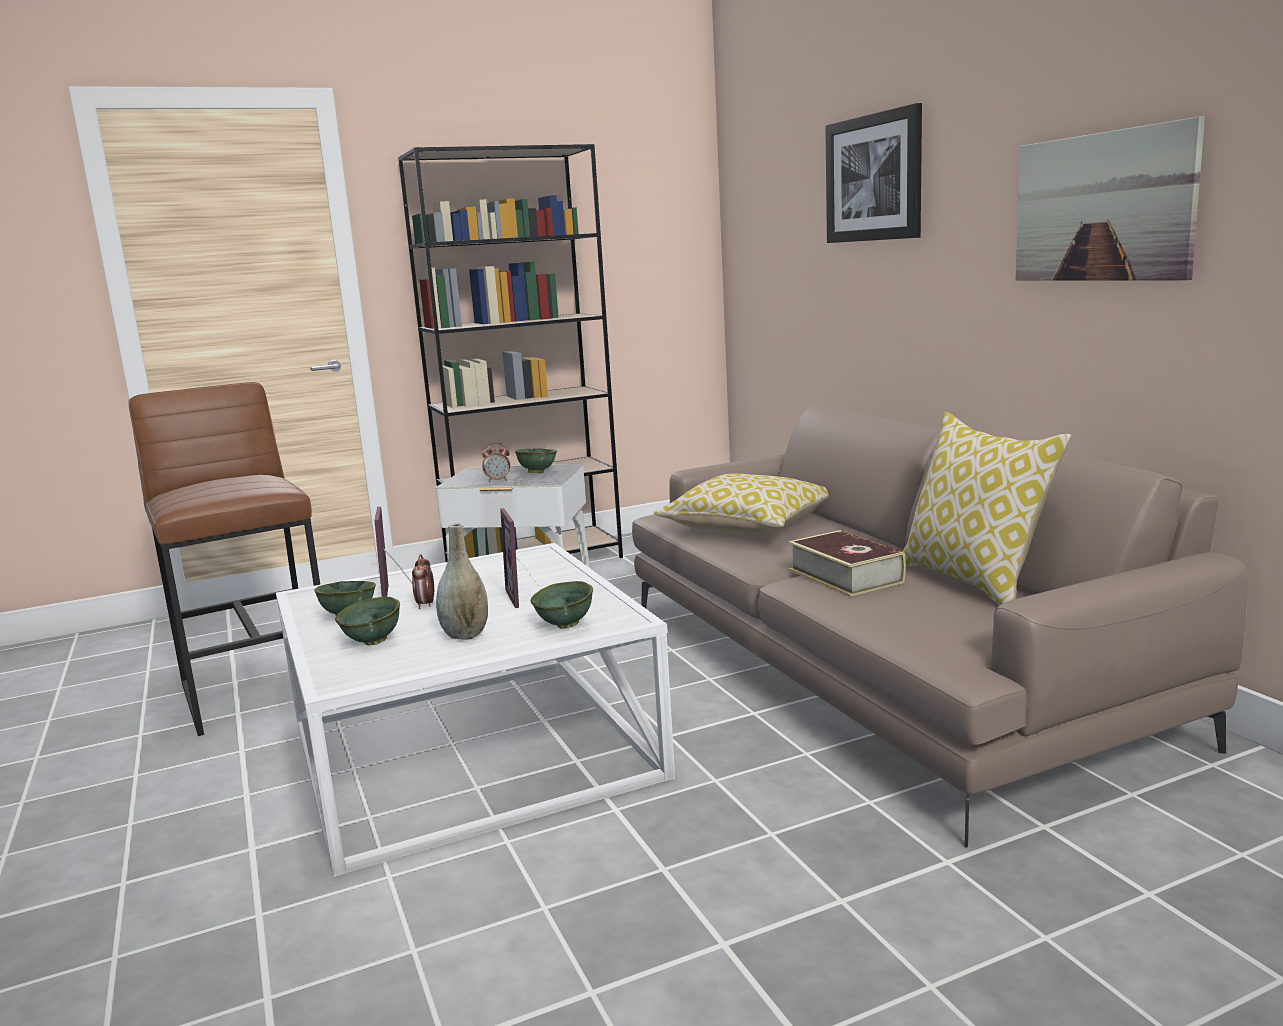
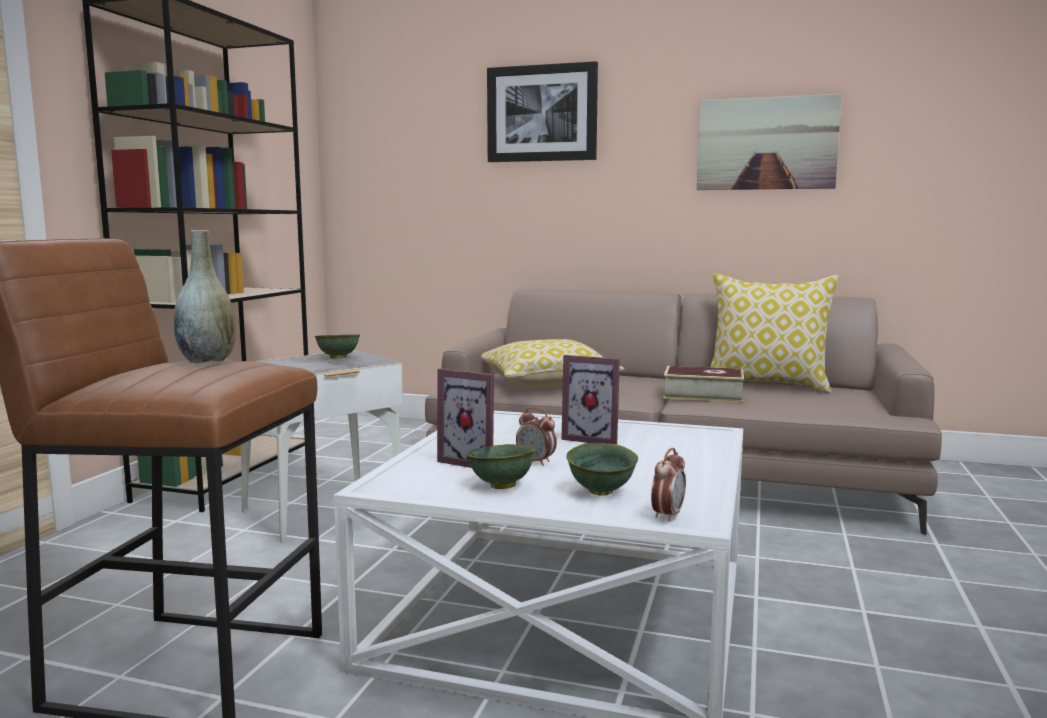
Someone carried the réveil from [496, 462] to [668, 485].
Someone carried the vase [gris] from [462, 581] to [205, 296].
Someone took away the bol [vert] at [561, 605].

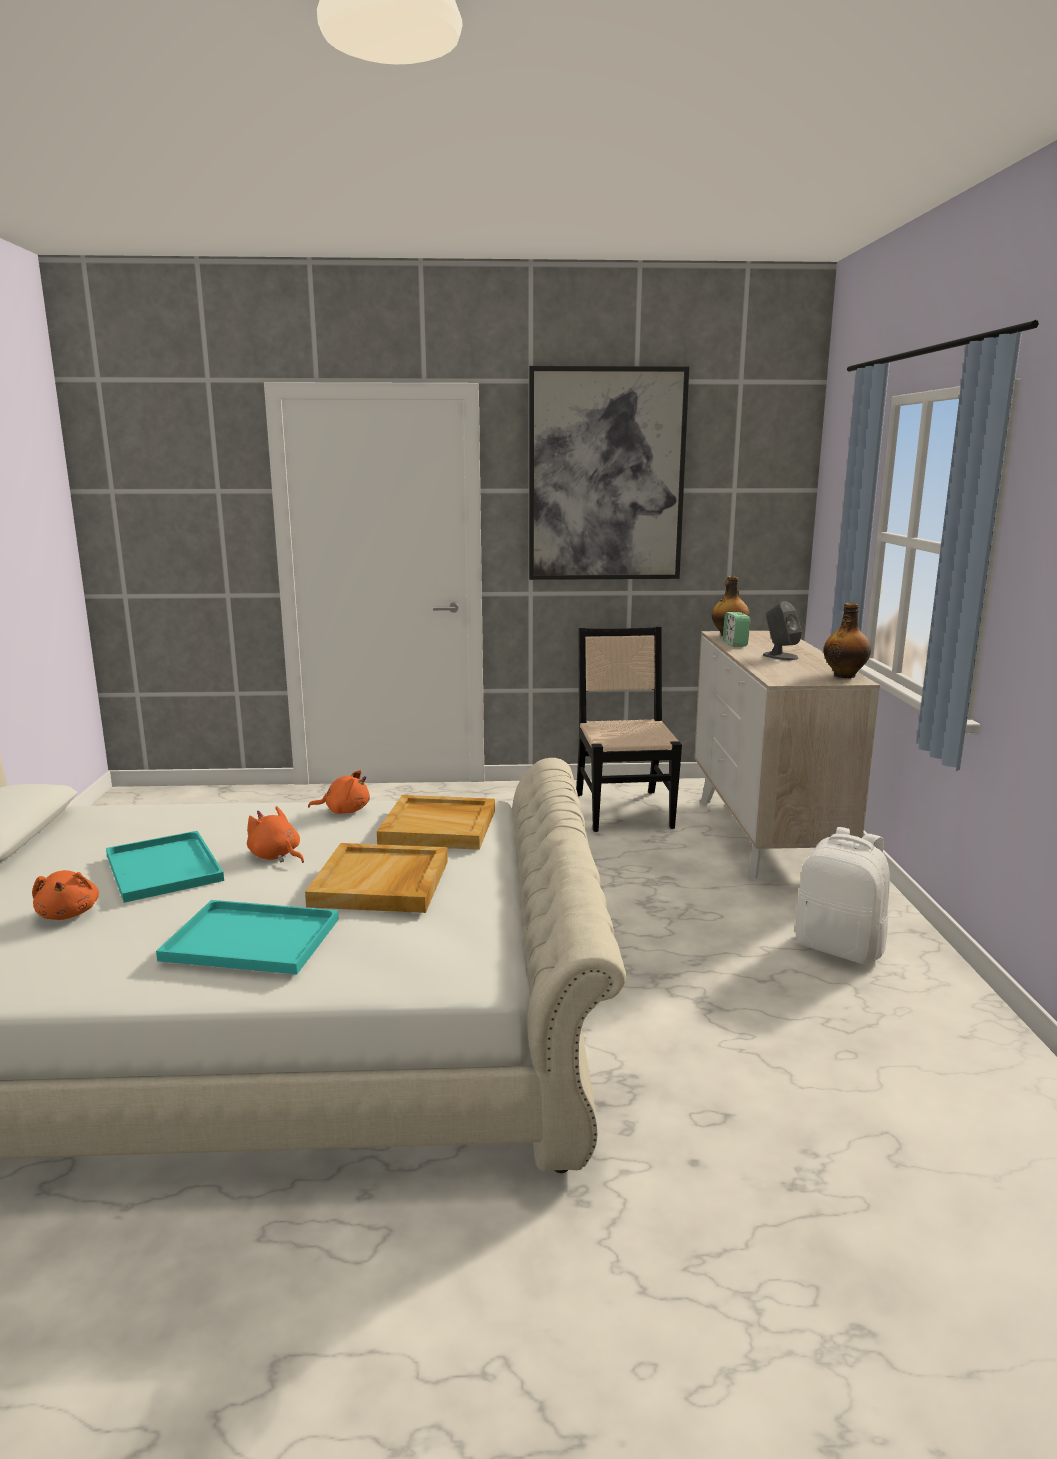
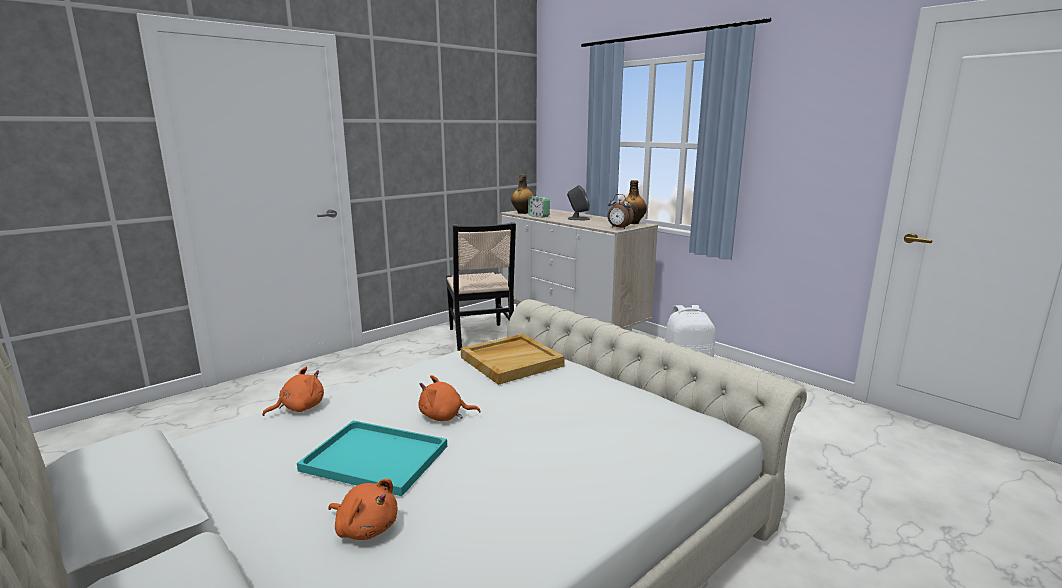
Someone took away the tableau at [609, 473].
Someone rotated the chaise at [629, 729] by 150 degrees counterclockwise.
Someone carried the peluche [orange] from [339, 792] to [293, 391].
Someone took away the plateau [beige] at [376, 878].
Someone took away the plateau [turquoise] at [247, 937].
Someone put down the réveil at [620, 211].

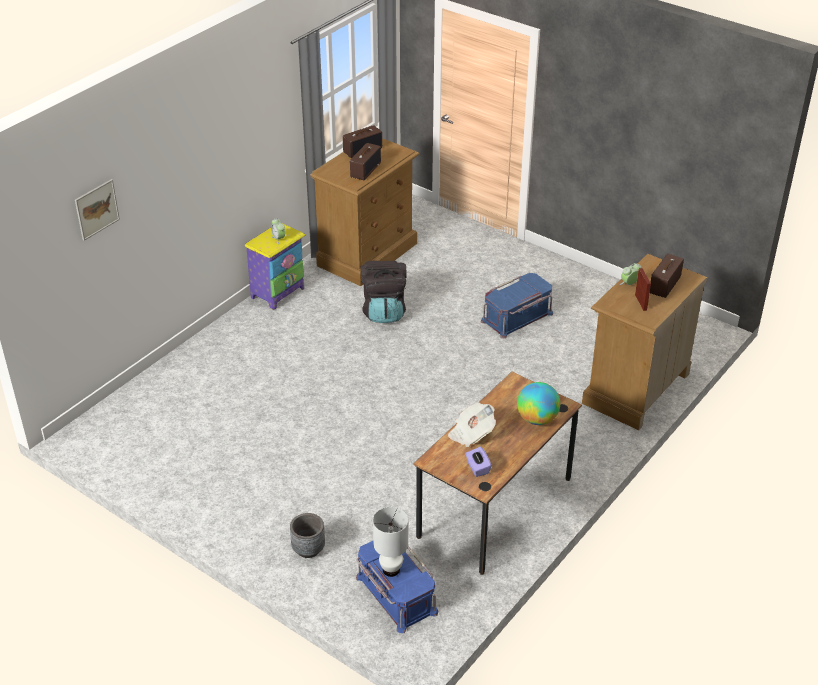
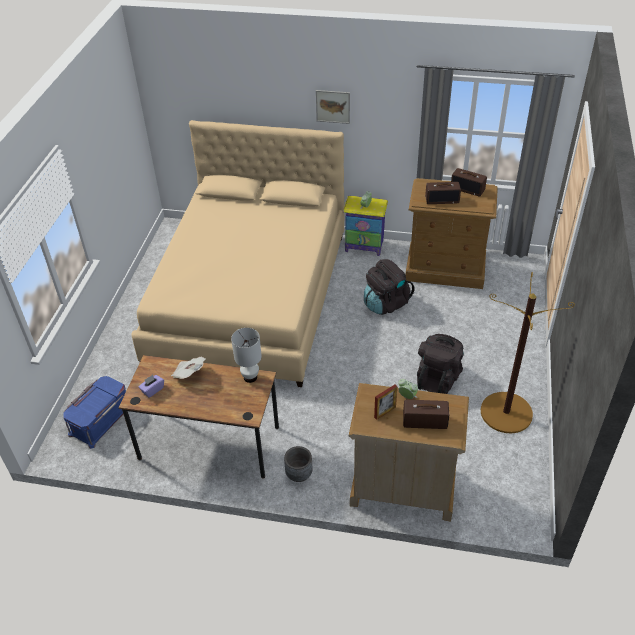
Someone carried the tableau from [97, 210] to [333, 107].
Someone swapped the boîte de rangement [bleu] at [517, 305] for the sac à dos [noir] at [440, 364].
Someone took away the globe at [538, 403].
Someone carried the lampe de table [blanc] from [390, 542] to [246, 355].
Someone carried the cache-pot [gris] from [307, 535] to [298, 464].
Someone put down the lit [beige] at [237, 253].
Someone put down the portant [marron] at [528, 352].

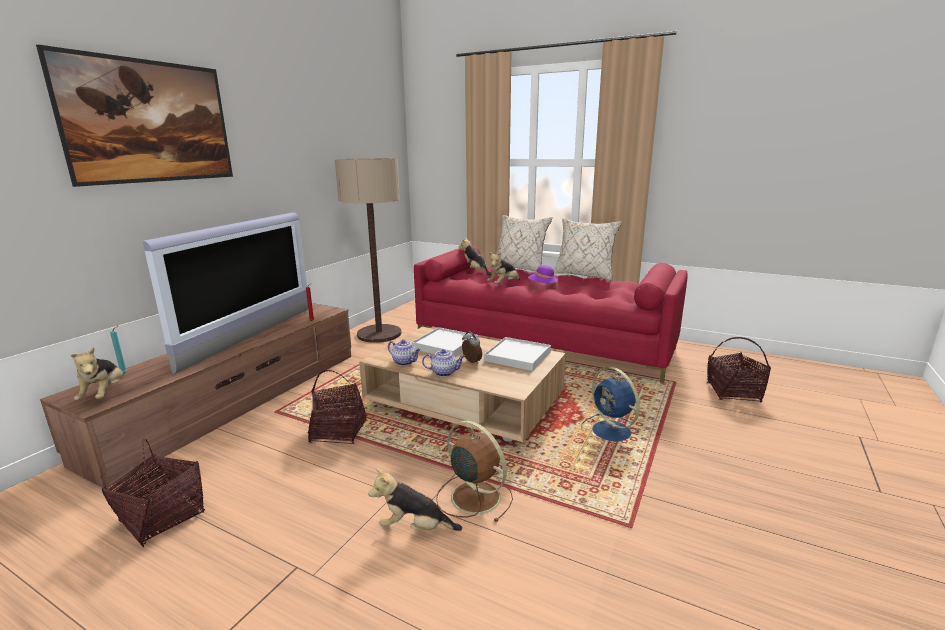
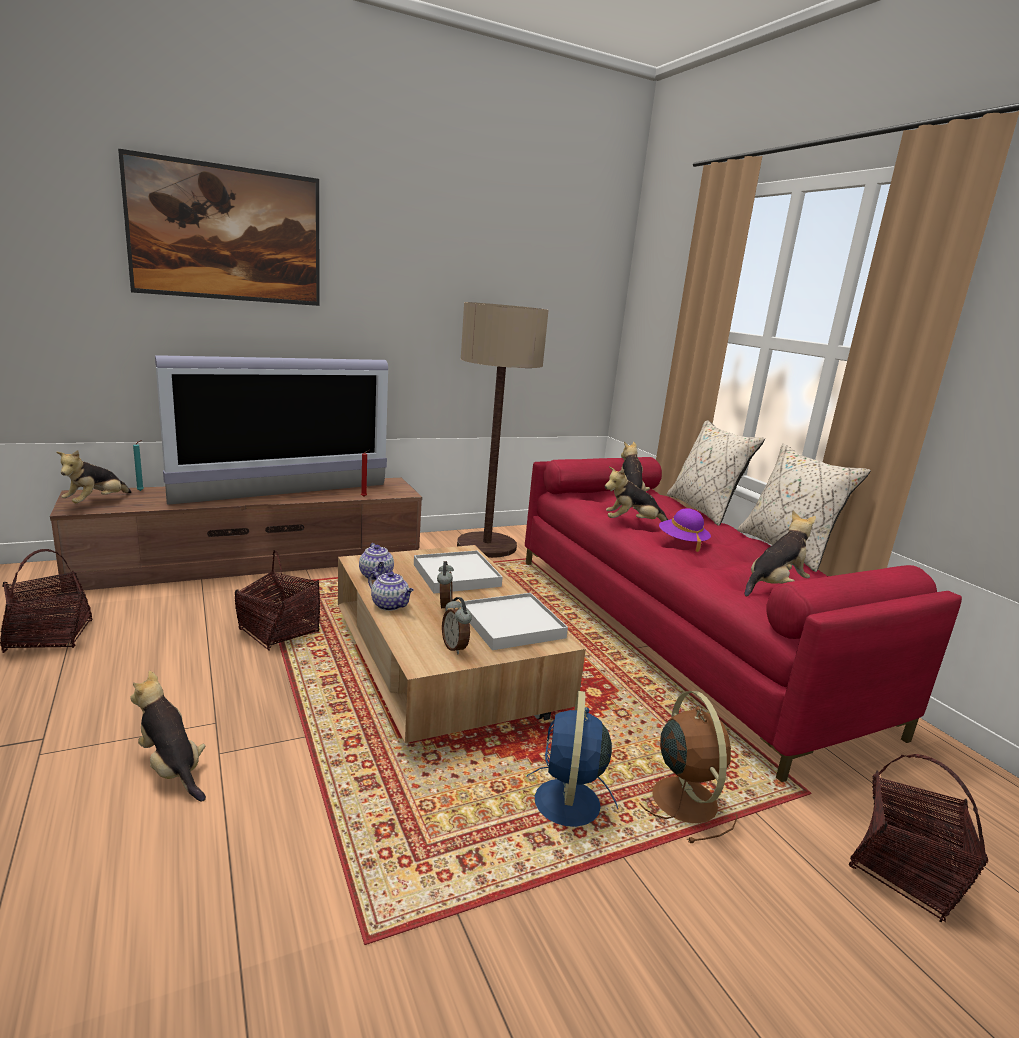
Someone carried the ventilateur [marron] from [474, 471] to [688, 767].
Someone put down the peluche at [780, 554].
Someone put down the réveil at [457, 626].

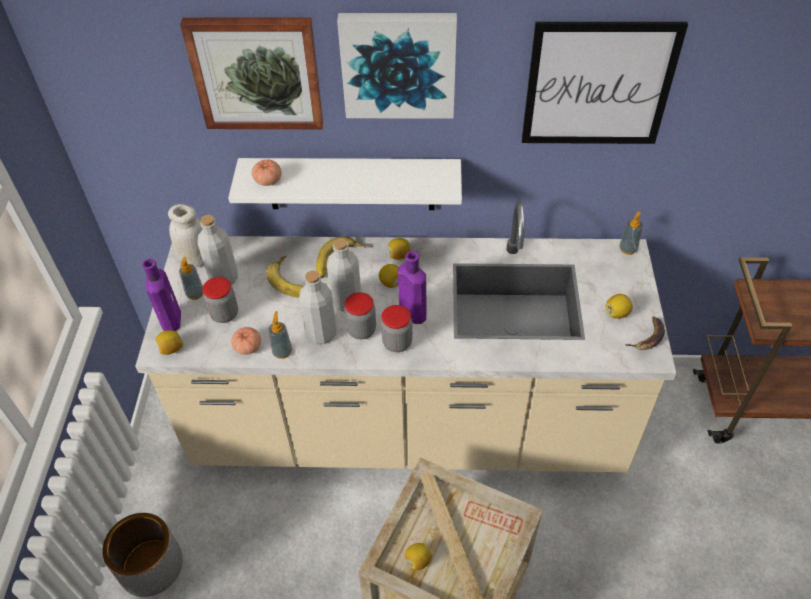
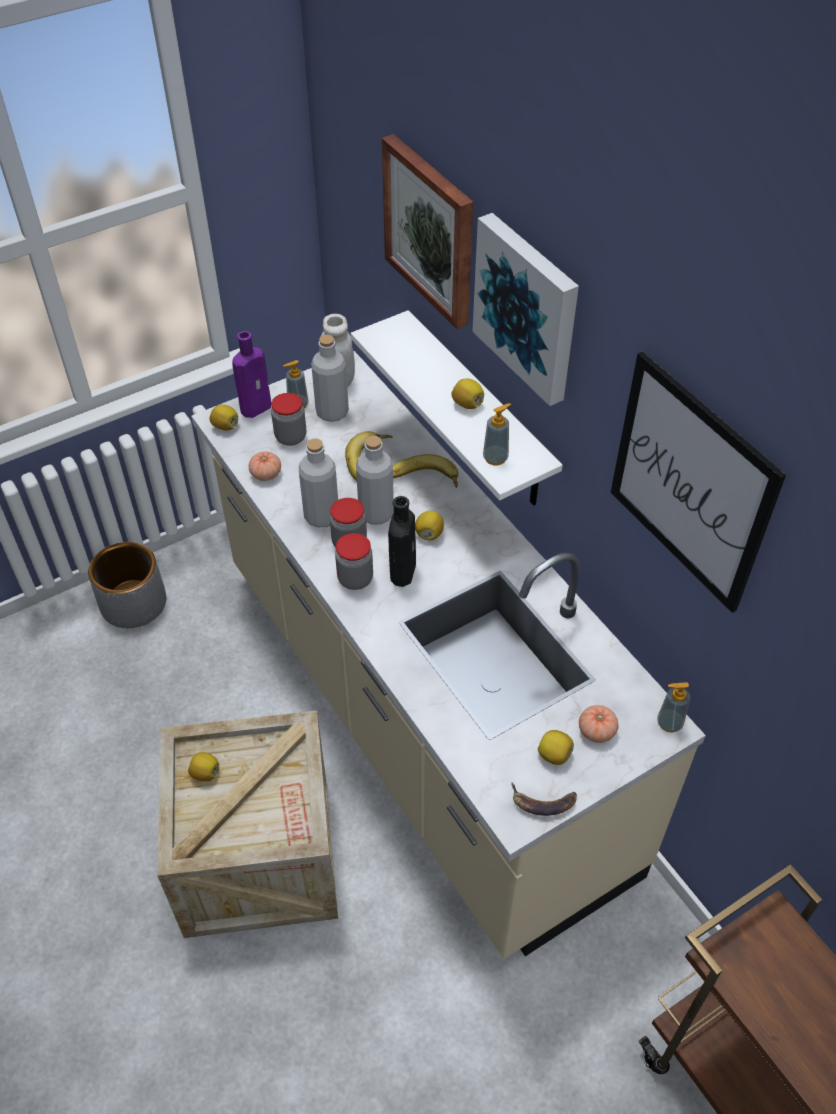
Someone carried the tomate from [267, 172] to [599, 724].
Someone carried the citron from [400, 249] to [468, 393].
Someone repainted the bouteille [violet] at [412, 287], which became the bouteille [noir] at [402, 541].
Someone carried the distributeur de savon from [280, 335] to [497, 434].

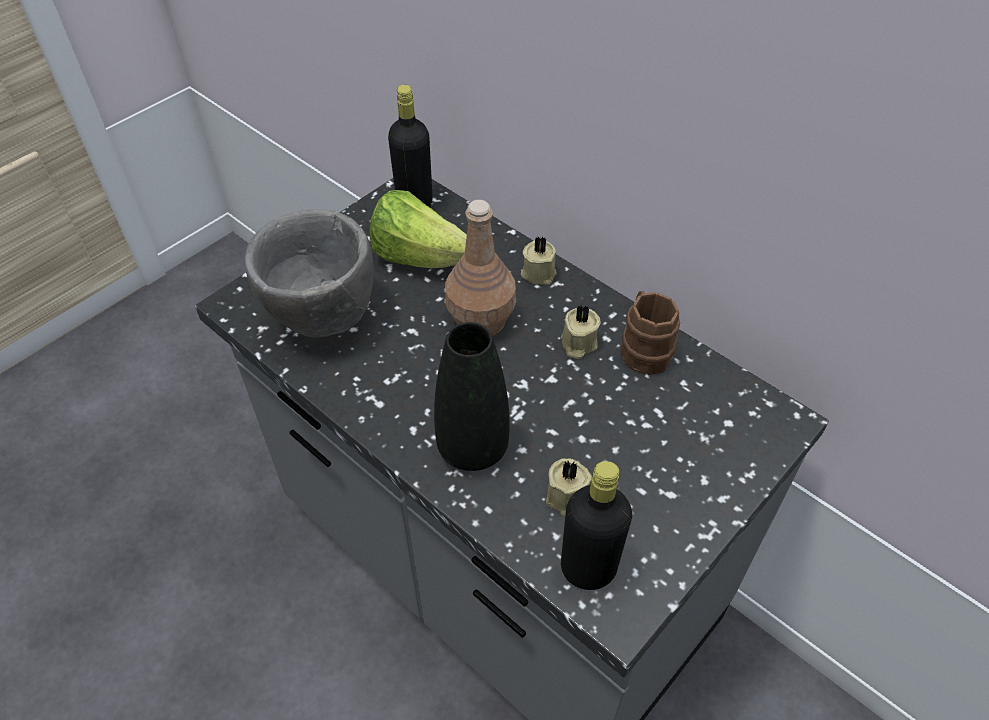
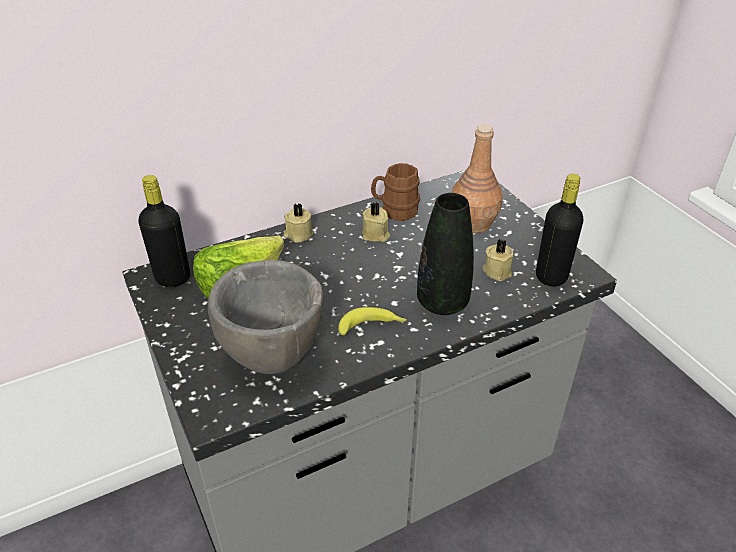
Someone carried the bouteille [marron] from [480, 268] to [477, 178].
Someone put down the banane at [372, 321].

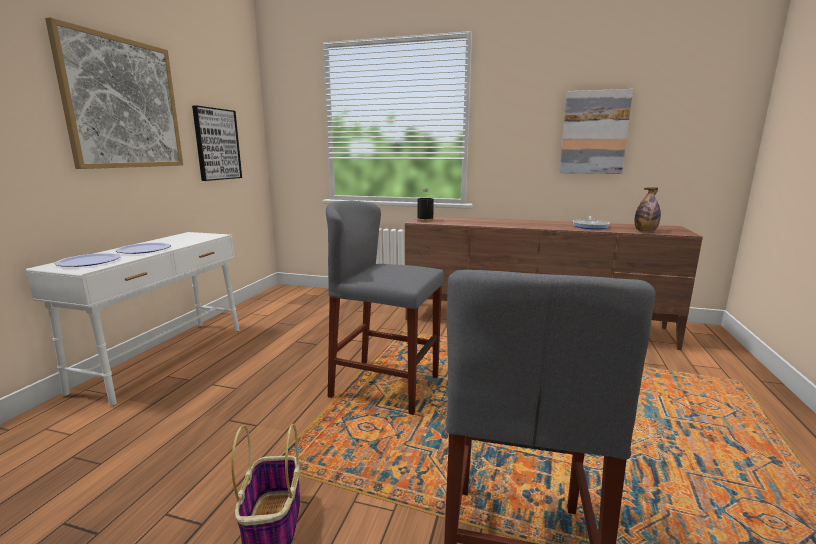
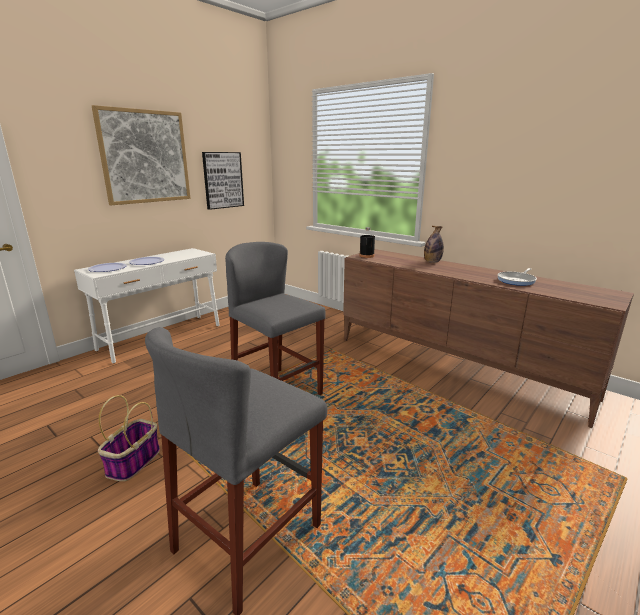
Someone took away the tableau at [596, 131].
Someone carried the bouteille from [648, 209] to [434, 244].

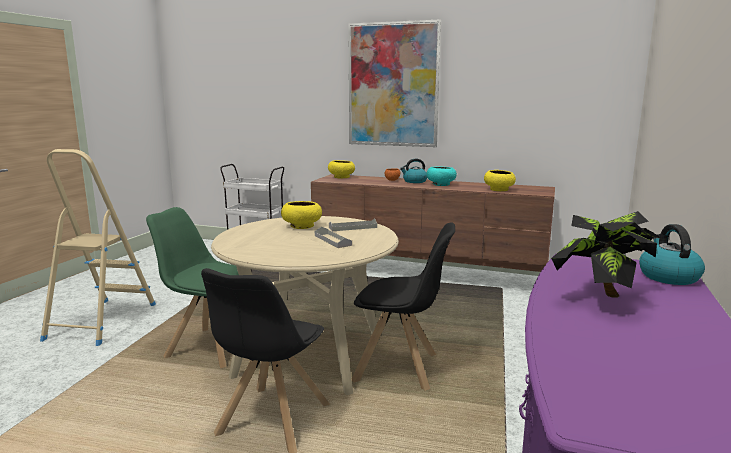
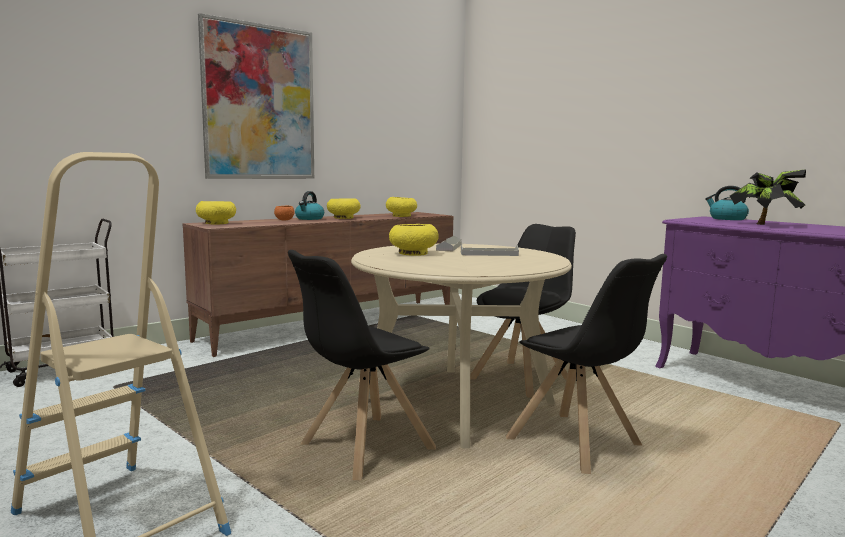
Someone repainted the bol [turquoise] at [441, 176], which became the bol [jaune] at [344, 208].
Someone repainted the chaise [vert] at [192, 287], which became the chaise [noir] at [362, 365].

